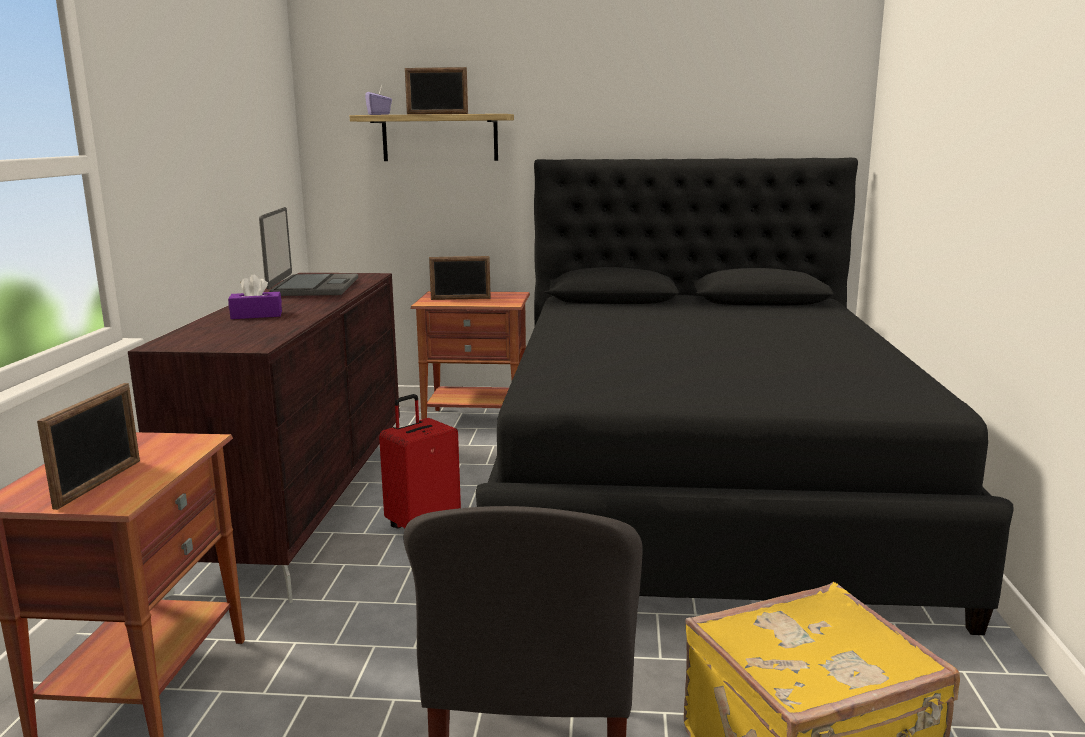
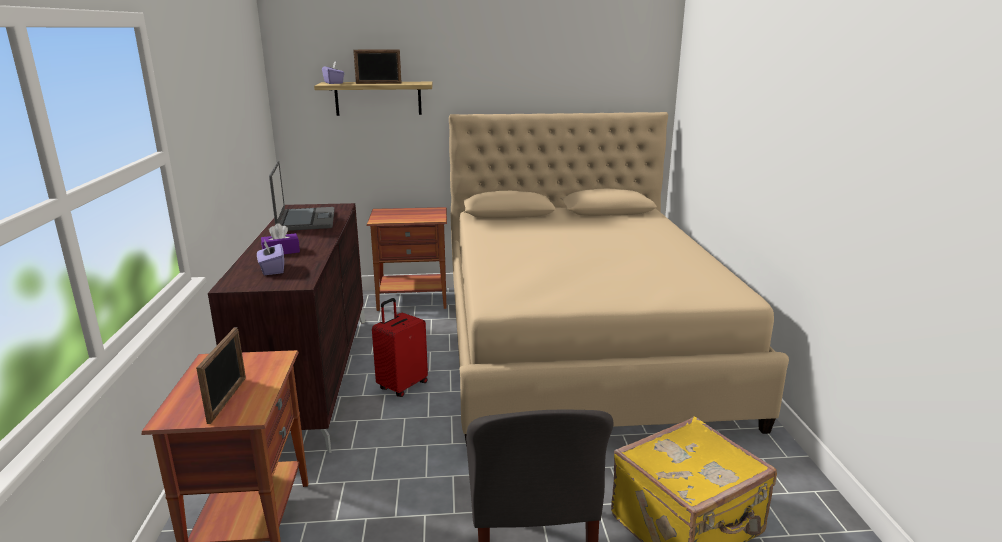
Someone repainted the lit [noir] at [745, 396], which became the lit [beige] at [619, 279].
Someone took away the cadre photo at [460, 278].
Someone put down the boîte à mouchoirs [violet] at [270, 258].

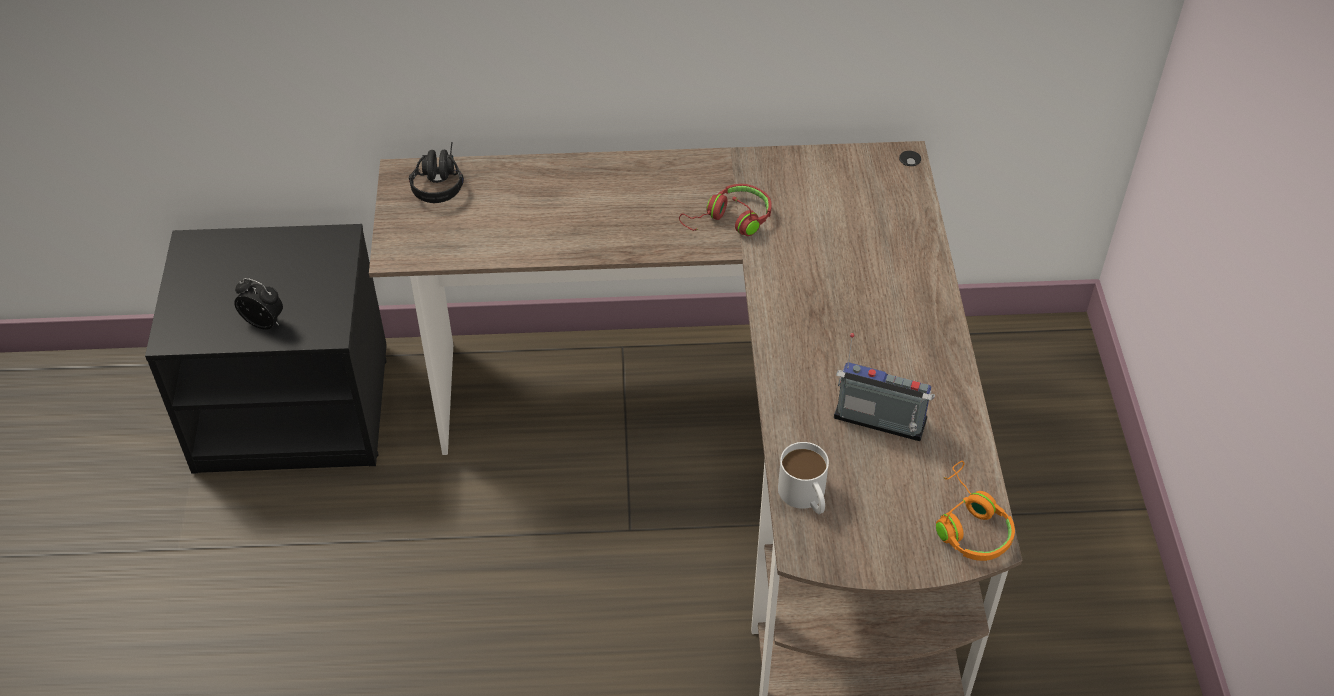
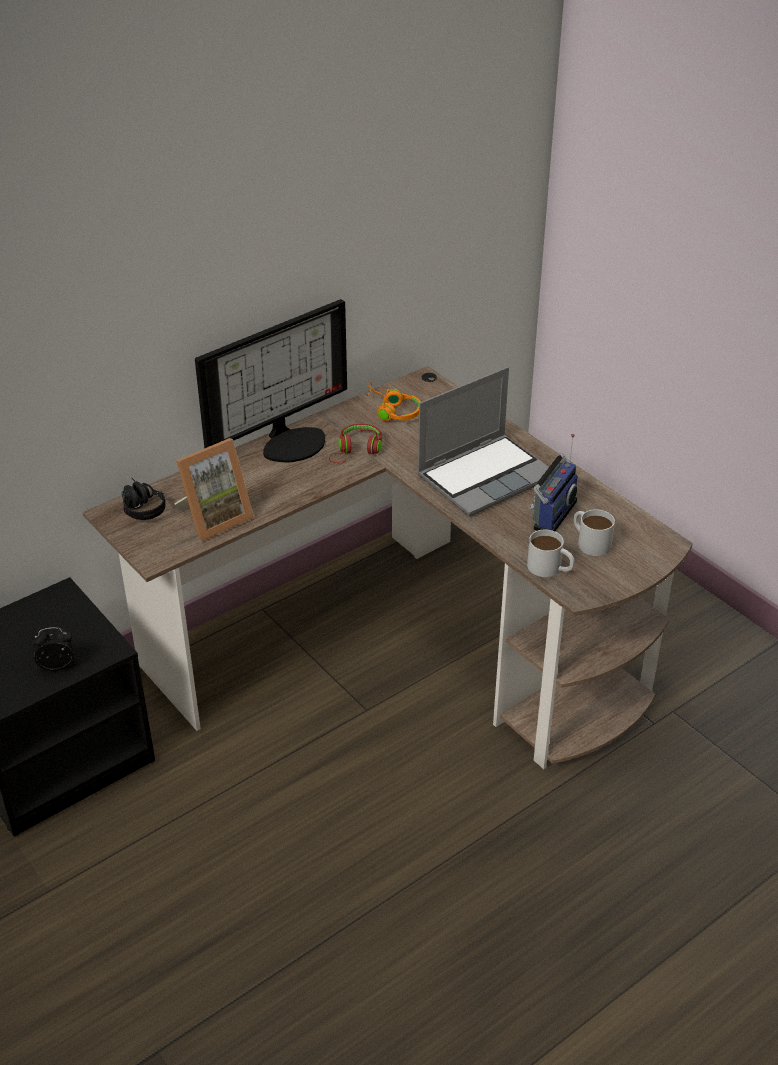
Someone rotated the radio at [884, 387] by 135 degrees clockwise.
Someone carried the casque audio [orange] from [975, 511] to [393, 401].
Someone put down the écran d'ordinateur at [271, 380].
Someone put down the ordinateur portable at [483, 442].
Someone put down the cadre photo at [214, 489].
Someone put down the mug [blanc] at [594, 532].

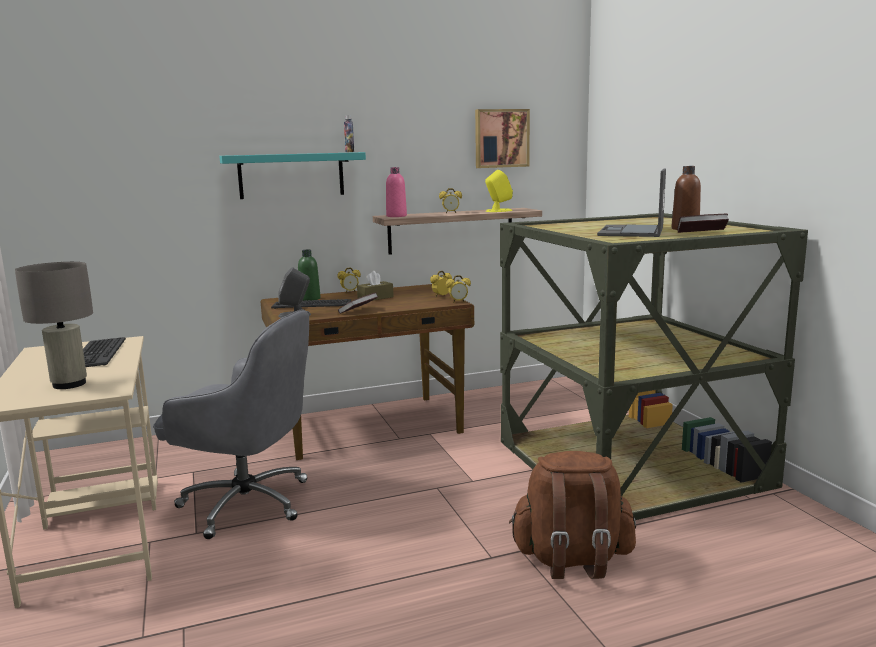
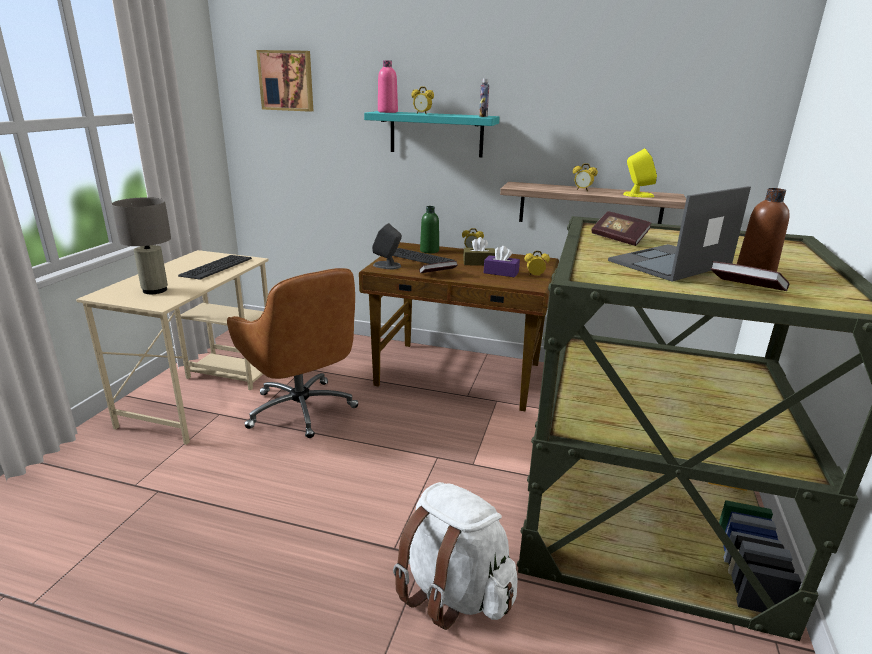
Someone carried the tableau from [502, 138] to [284, 81].
Someone carried the bouteille [rose] from [396, 192] to [388, 86].
Someone carried the réveil from [458, 289] to [423, 100].
Someone repainted the chaise de bureau [gris] at [231, 424], which became the chaise de bureau [marron] at [292, 353].
Someone repainted the sac à dos [marron] at [572, 515], which became the sac à dos [blanc] at [455, 556].
Someone put down the livre at [621, 228].
Someone put down the boîte à mouchoirs [violet] at [502, 261].

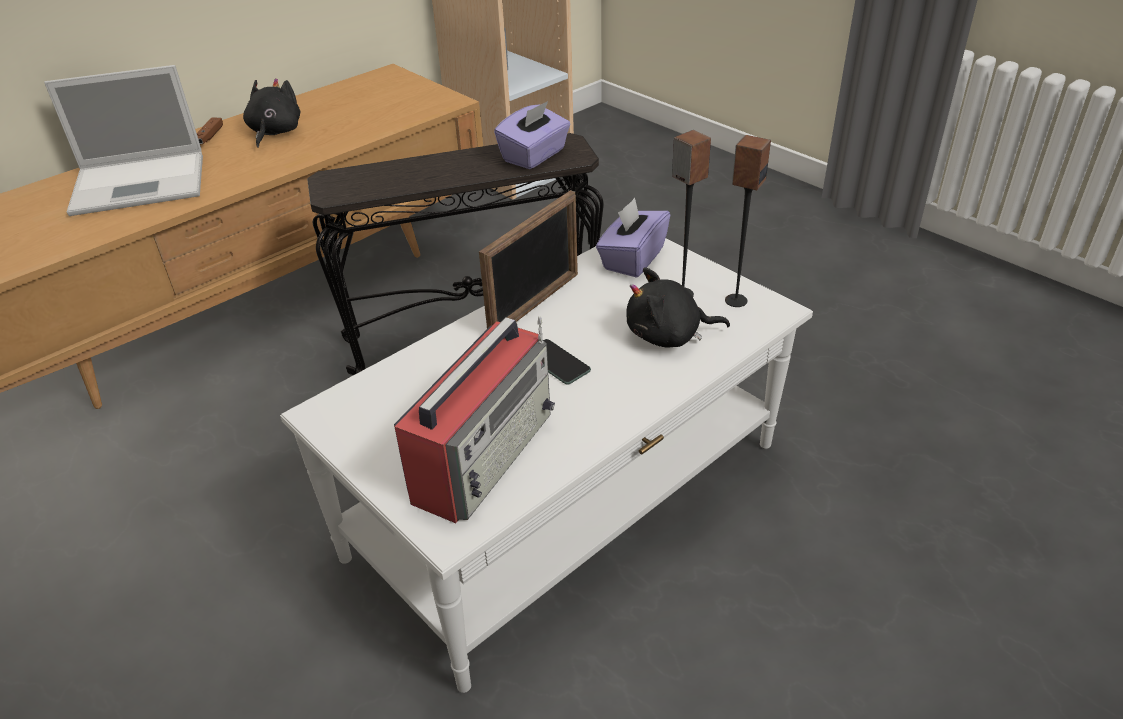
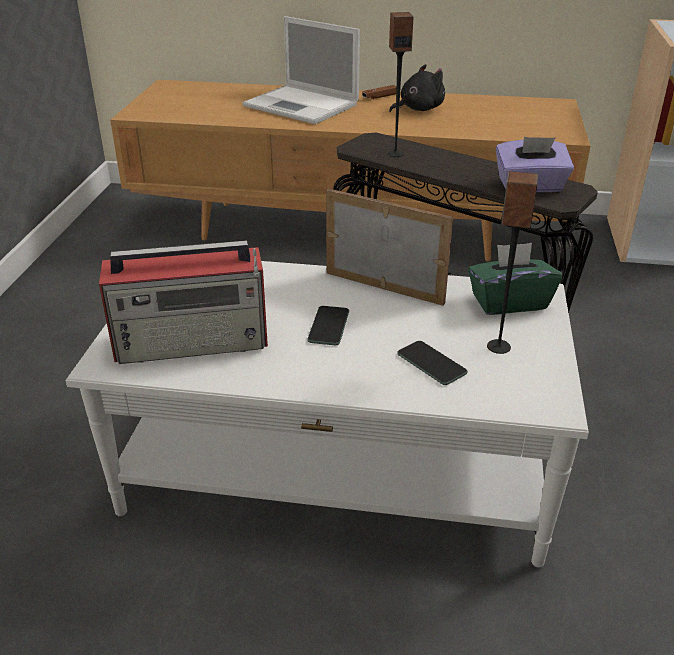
Someone carried the enceinte from [748, 221] to [400, 84].
Someone rotated the cadre photo at [528, 259] by 150 degrees counterclockwise.
Someone repainted the boîte à mouchoirs [violet] at [633, 238], which became the boîte à mouchoirs [vert] at [515, 279].
Someone swapped the peluche [noir] at [678, 307] for the téléphone at [432, 363].

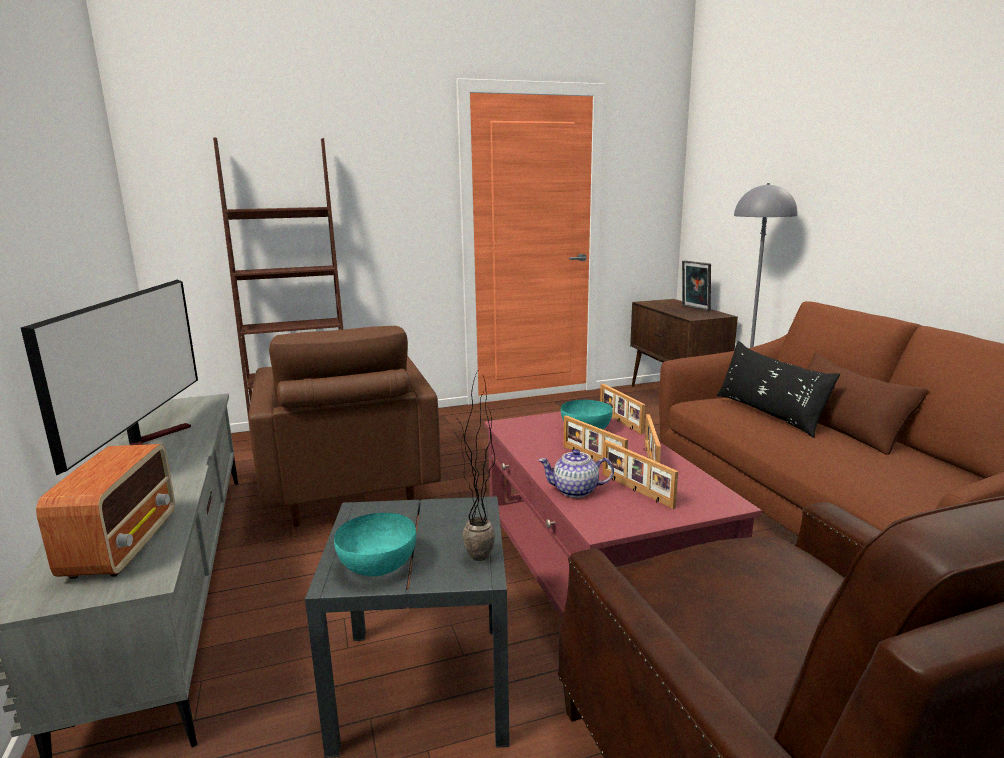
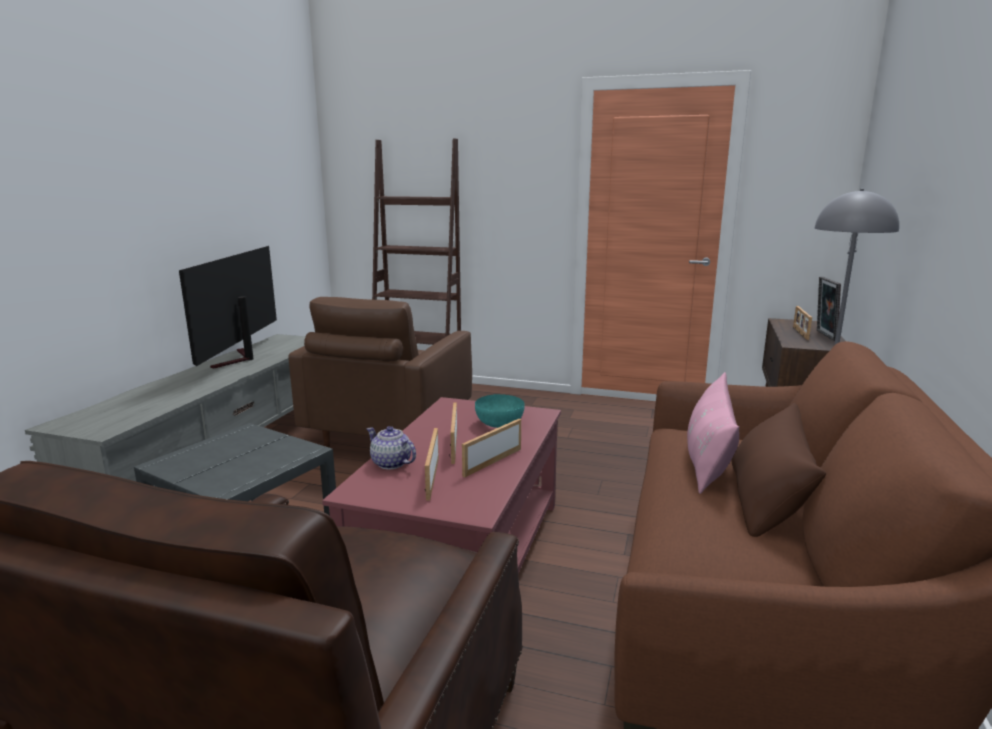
Someone rotated the téléviseur at [109, 377] by 150 degrees clockwise.
Someone repainted the coussin [noir] at [778, 389], which became the coussin [rose] at [713, 433].
Someone took away the plante en pot at [475, 465].
Someone carried the cadre photo from [622, 409] to [802, 323].
Someone took away the radio at [105, 511].
Someone took away the bol [turquoise] at [375, 544].

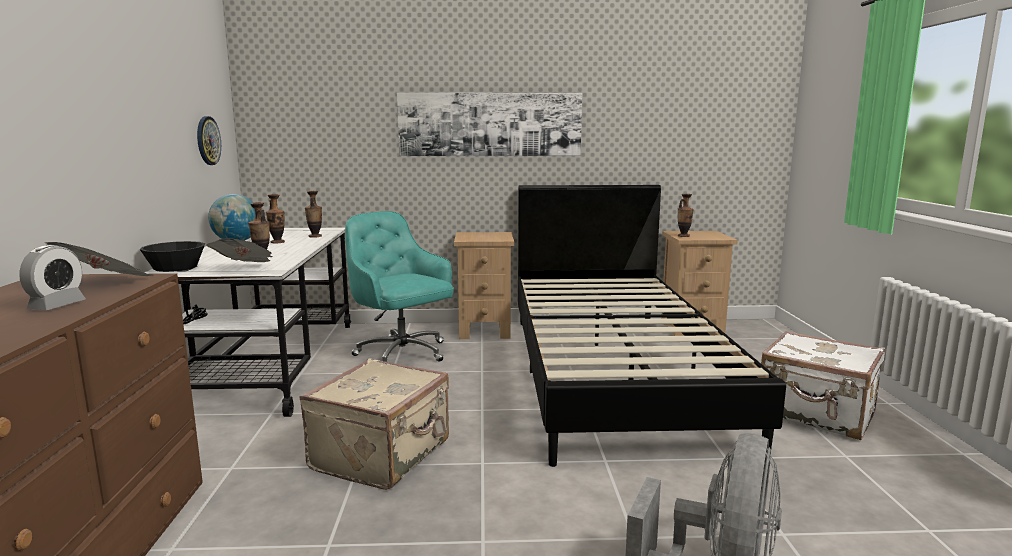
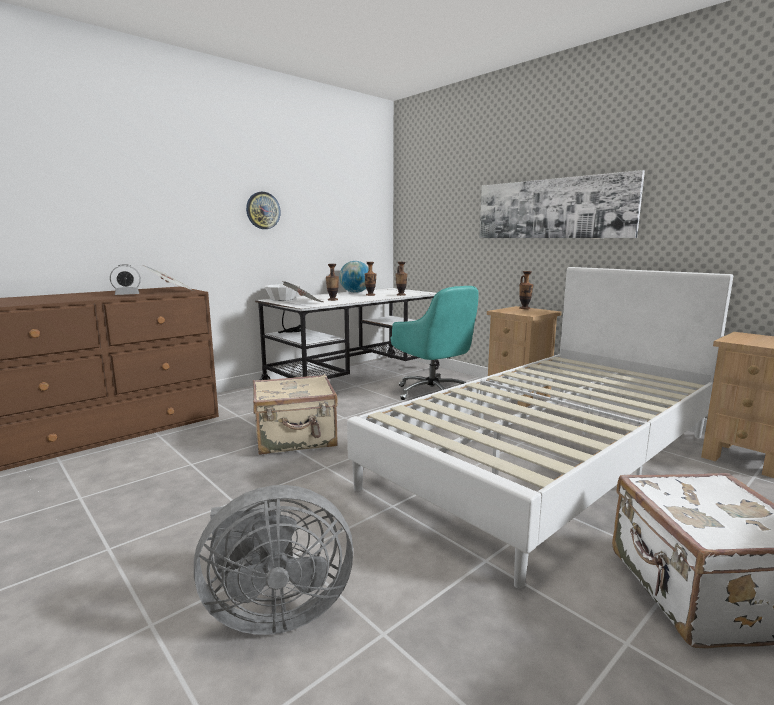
Someone carried the horloge murale from [209, 140] to [263, 210].
Someone repainted the lit [noir] at [652, 326], which became the lit [blanc] at [540, 427].
Someone carried the vase from [686, 215] to [526, 290].
Someone rotated the chaise de bureau [turquoise] at [399, 286] by 135 degrees clockwise.
Someone repainted the bol [noir] at [172, 256], which became the bol [blanc] at [282, 292].

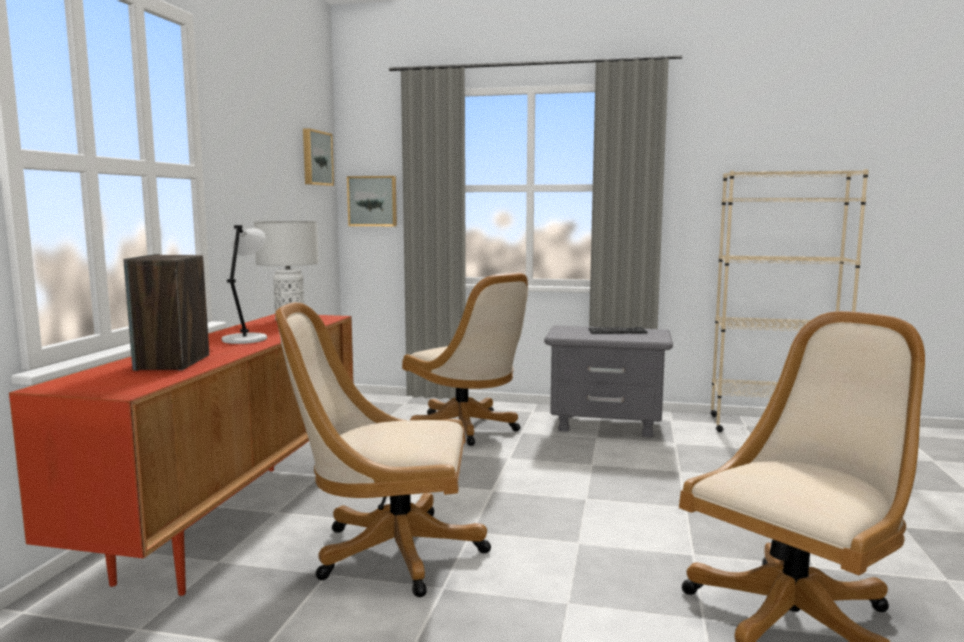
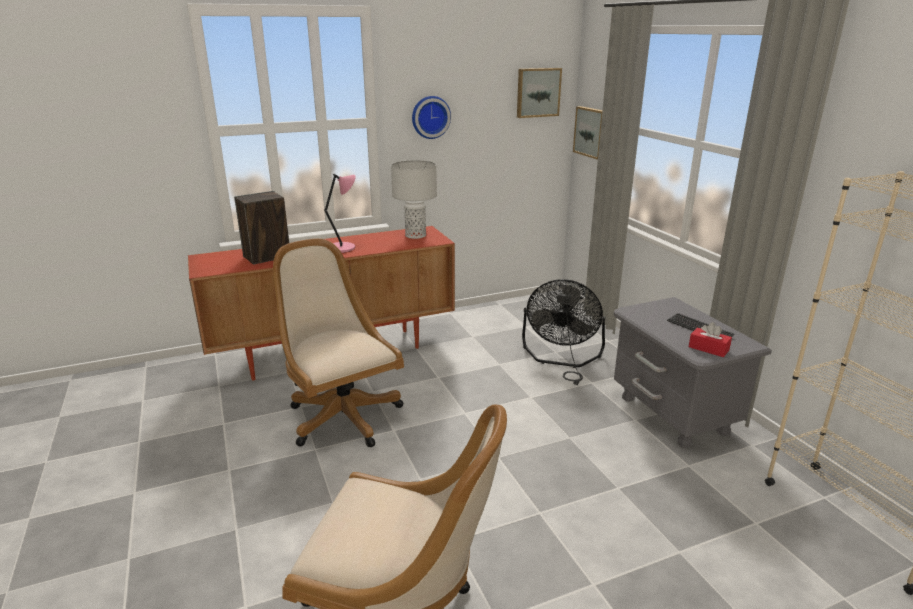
Someone repainted the lampe de table [gris] at [244, 284], which became the lampe de table [rose] at [340, 213].
Someone swapped the chaise de bureau at [465, 359] for the ventilateur [noir] at [563, 332].
Someone put up the horloge murale at [431, 117].
Someone put down the boîte à mouchoirs [rouge] at [710, 339].

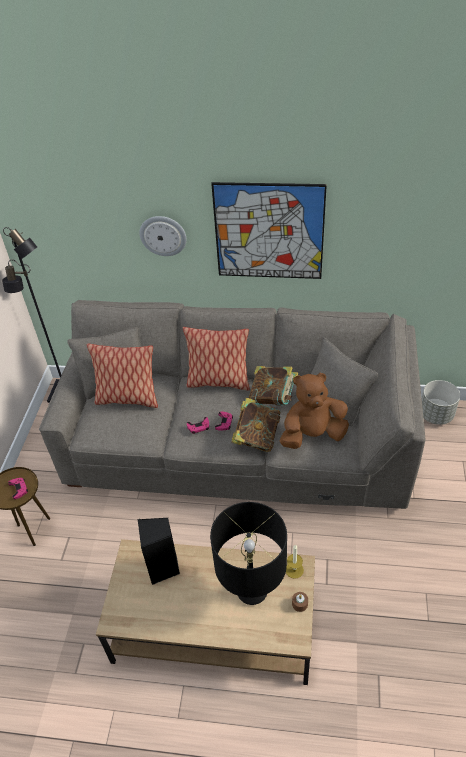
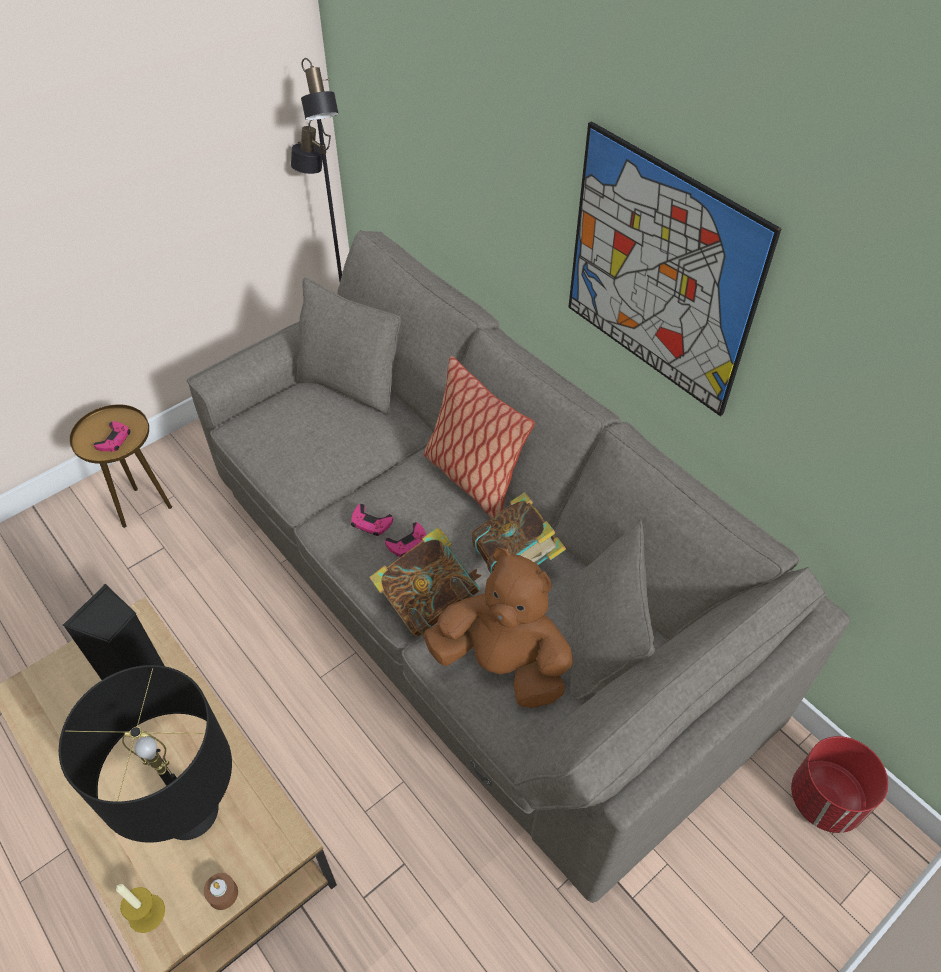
Someone took away the horloge murale at [163, 236].
Someone took away the coussin at [122, 376].
Someone repainted the cache-pot [gris] at [441, 402], which became the cache-pot [rouge] at [839, 784].
Someone carried the bougie from [295, 562] to [140, 908].

